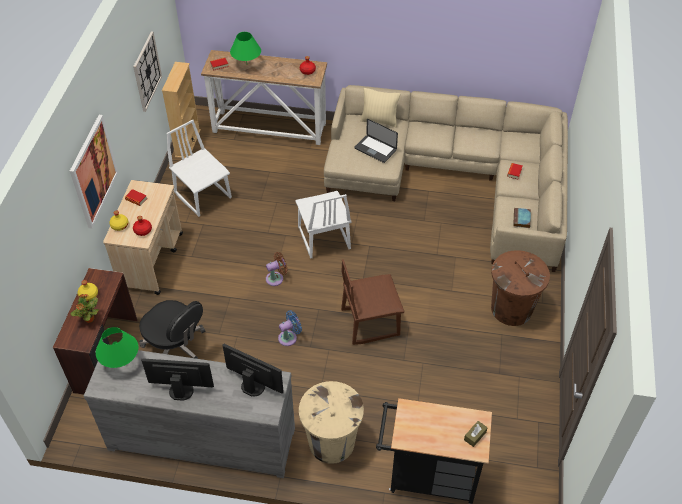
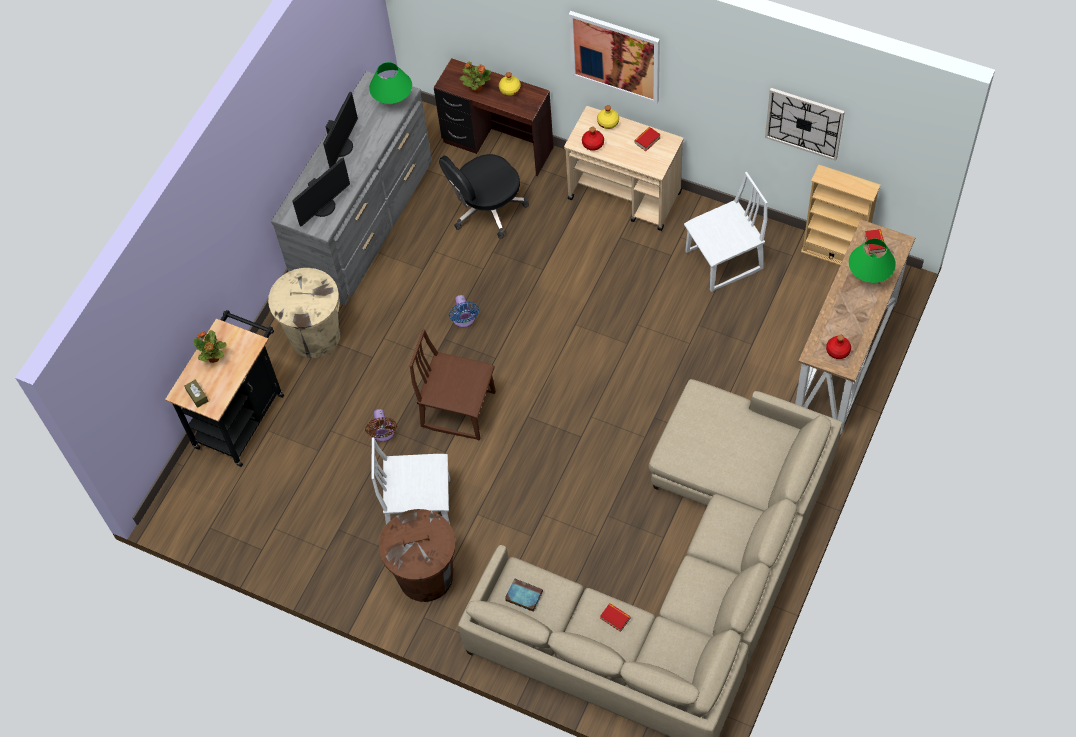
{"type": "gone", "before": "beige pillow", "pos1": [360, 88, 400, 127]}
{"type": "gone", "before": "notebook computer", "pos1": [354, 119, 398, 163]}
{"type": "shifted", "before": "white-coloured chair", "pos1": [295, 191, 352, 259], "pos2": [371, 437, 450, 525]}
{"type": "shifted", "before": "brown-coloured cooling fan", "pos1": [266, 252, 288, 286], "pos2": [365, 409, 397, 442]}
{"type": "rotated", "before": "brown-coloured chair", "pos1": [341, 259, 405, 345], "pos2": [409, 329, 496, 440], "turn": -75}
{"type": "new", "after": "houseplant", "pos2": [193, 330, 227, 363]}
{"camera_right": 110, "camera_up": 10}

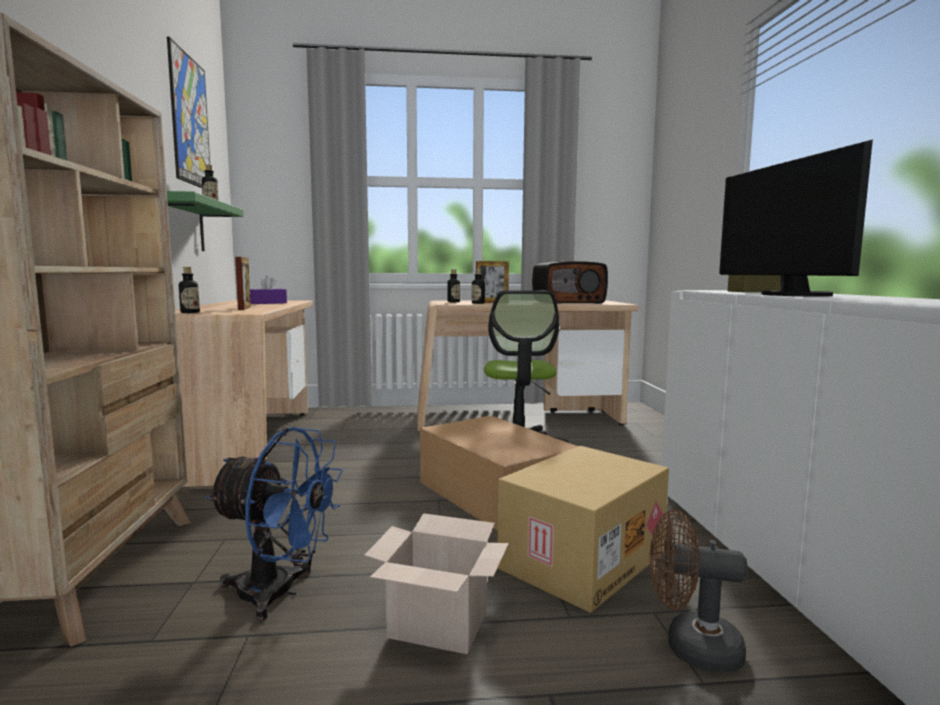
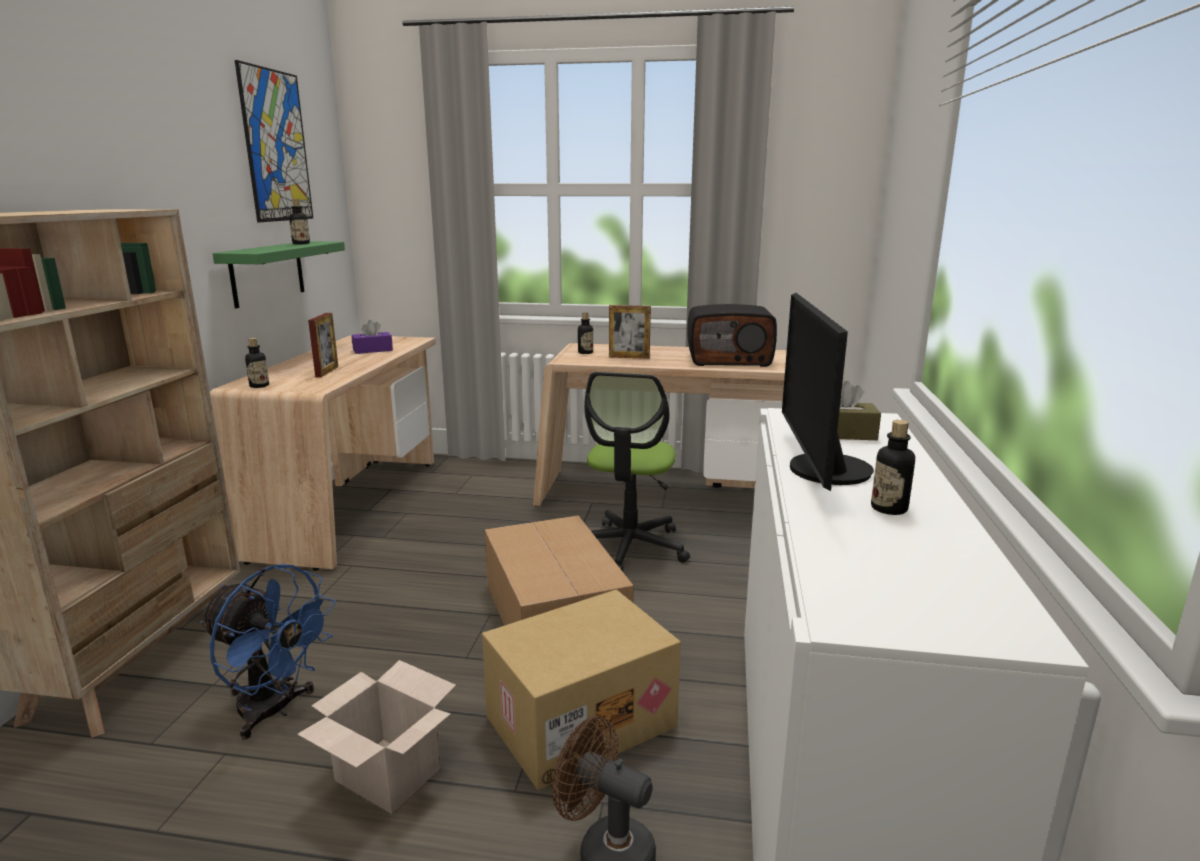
{"type": "shifted", "before": "beverage bottle", "pos1": [472, 269, 485, 304], "pos2": [871, 420, 915, 515]}
{"camera_right": 15, "camera_up": 10}

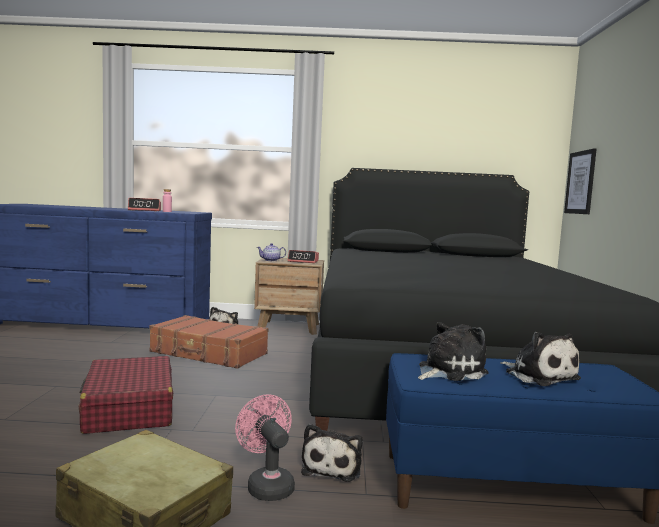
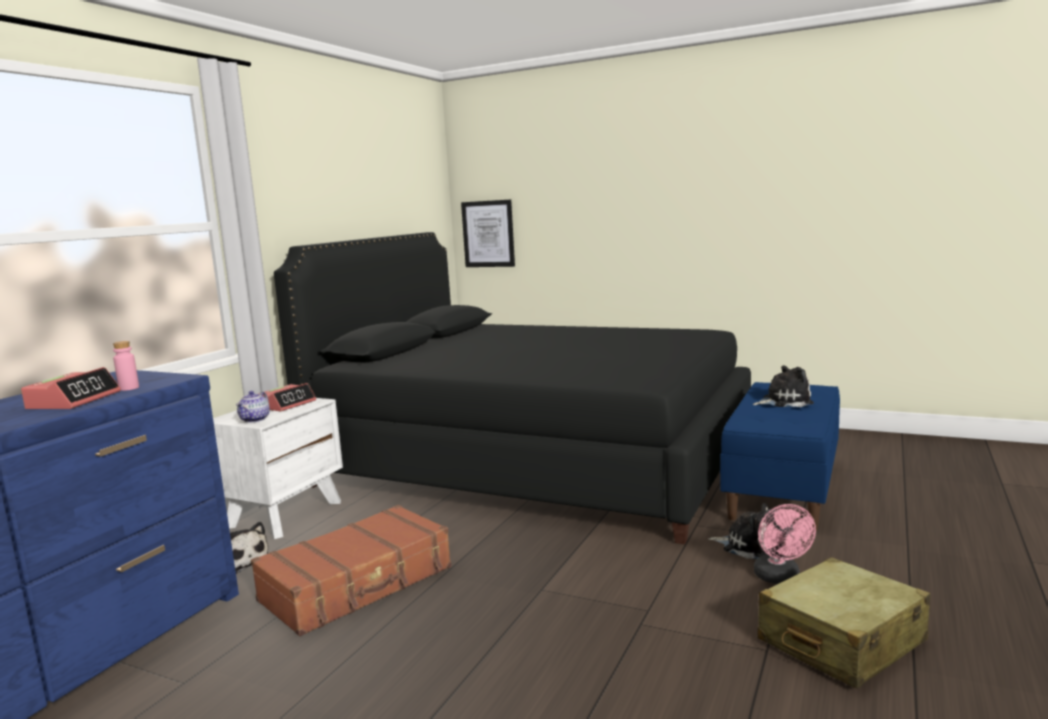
{"type": "repainted", "before": "brown-coloured bedside table", "after": "white-coloured bedside table", "pos1": [254, 258, 324, 335], "pos2": [213, 398, 343, 539]}
{"type": "gone", "before": "plush toy", "pos1": [418, 322, 489, 381]}
{"type": "gone", "before": "red suitcase", "pos1": [78, 356, 173, 434]}
{"type": "rotated", "before": "pink cooling fan", "pos1": [235, 394, 295, 501], "pos2": [754, 504, 816, 584], "turn": -90}
{"camera_right": -65, "camera_up": 5}

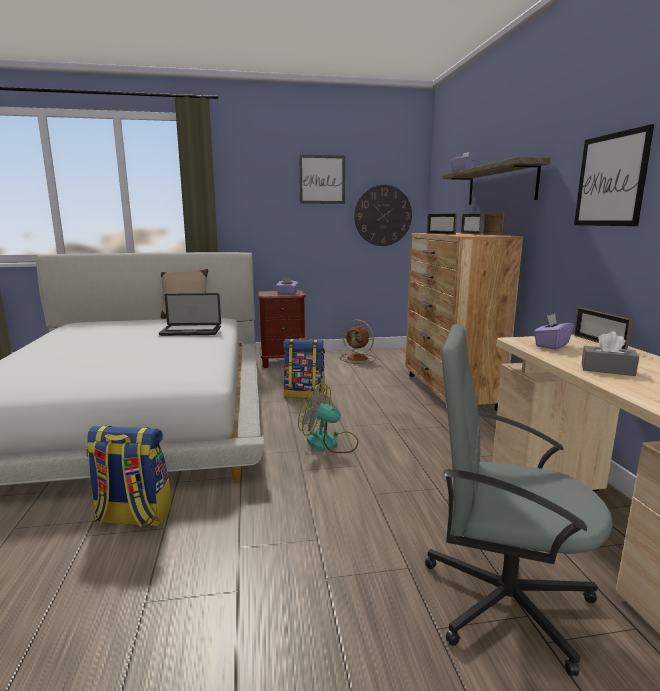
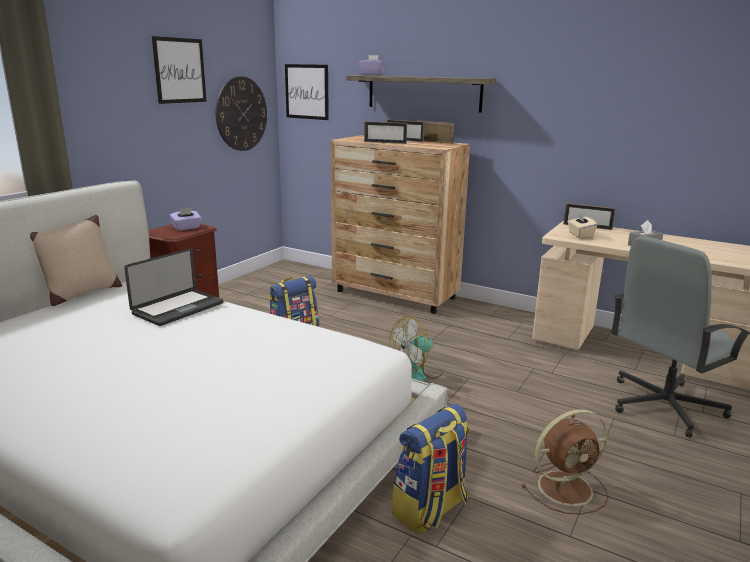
{"type": "shifted", "before": "wall art", "pos1": [574, 124, 654, 226], "pos2": [285, 64, 329, 120]}
{"type": "repainted", "before": "purple-coloured tissue holder", "after": "beige tissue holder", "pos1": [534, 314, 574, 350], "pos2": [568, 212, 597, 239]}
{"type": "shifted", "before": "brown-coloured cooling fan", "pos1": [340, 320, 376, 364], "pos2": [521, 409, 608, 514]}
{"camera_right": -50, "camera_up": 5}

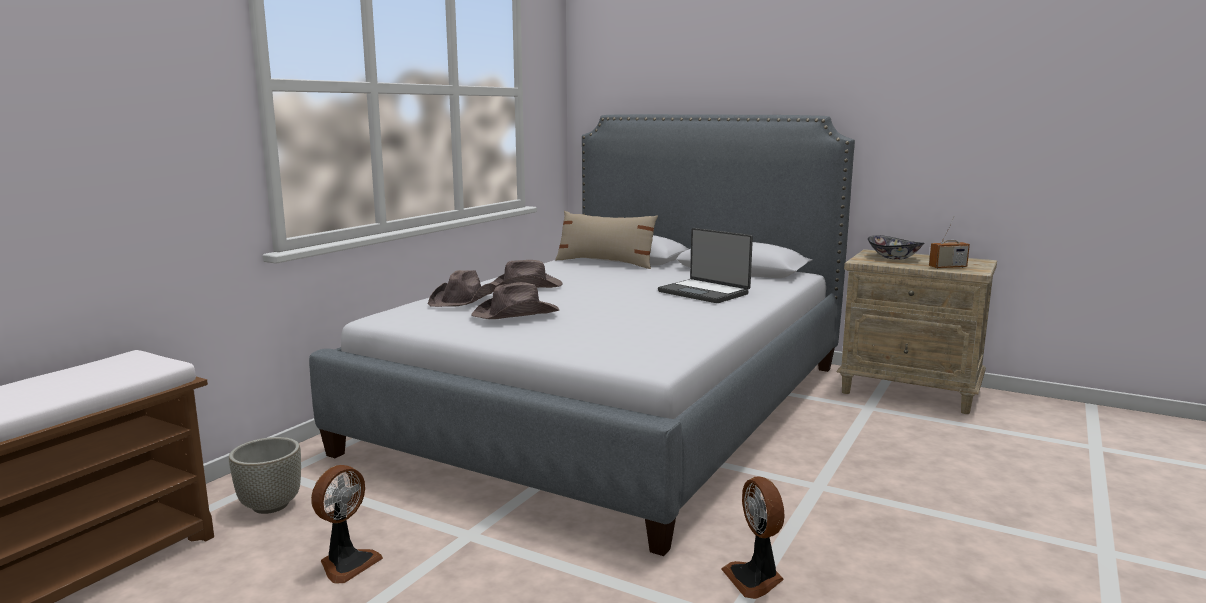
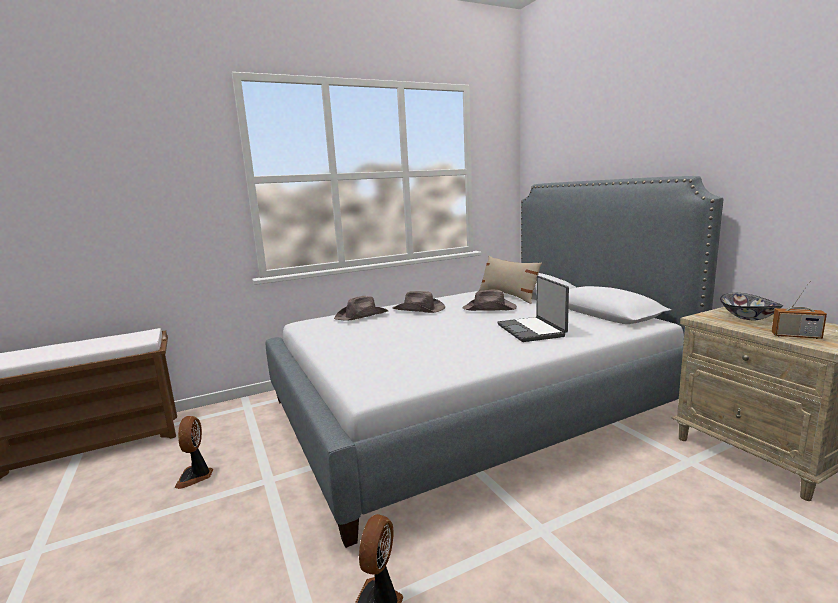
{"type": "shifted", "before": "brown-coloured hat", "pos1": [471, 282, 559, 319], "pos2": [462, 290, 517, 311]}
{"type": "gone", "before": "greyish flower pot", "pos1": [229, 437, 301, 514]}
{"type": "rotated", "before": "cooling fan", "pos1": [311, 465, 383, 583], "pos2": [174, 416, 213, 489], "turn": 105}
{"camera_right": 35, "camera_up": 0}

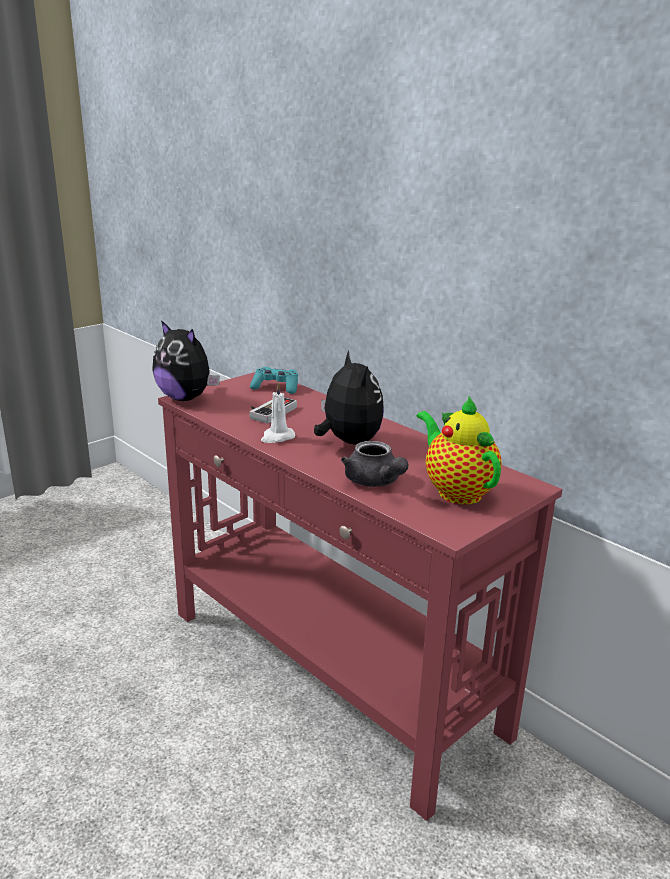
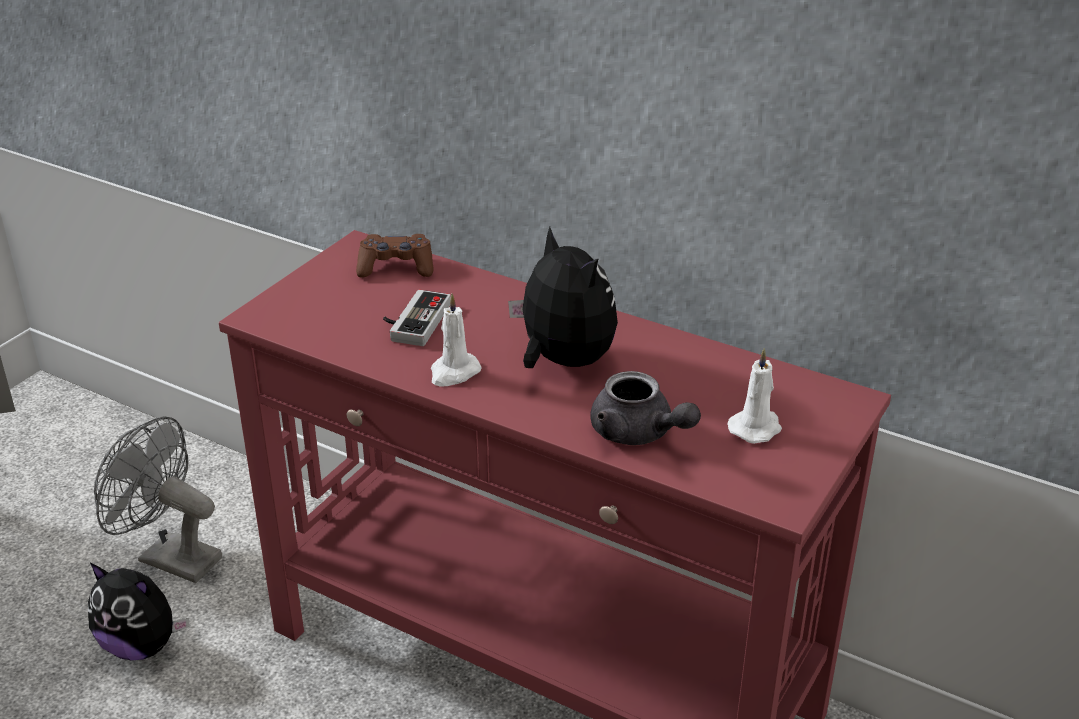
{"type": "shifted", "before": "plush toy", "pos1": [152, 320, 220, 401], "pos2": [88, 563, 189, 660]}
{"type": "repainted", "before": "blue-green joypad", "after": "brown-coloured joypad", "pos1": [250, 367, 298, 394], "pos2": [356, 234, 434, 278]}
{"type": "swapped", "before": "tea pot", "after": "white-coloured candle", "pos1": [417, 396, 502, 505], "pos2": [727, 348, 782, 444]}
{"type": "new", "after": "greyish cooling fan", "pos2": [94, 416, 222, 583]}
{"camera_right": -15, "camera_up": 10}

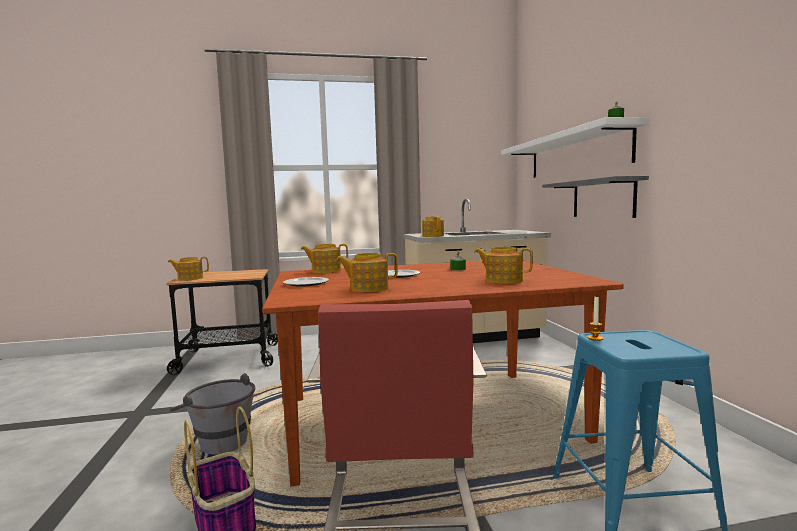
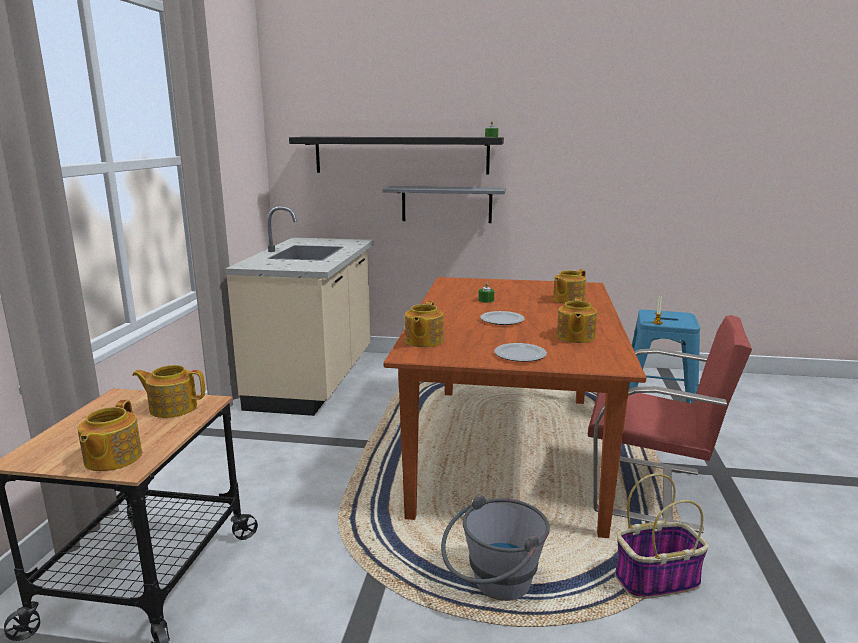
{"type": "repainted", "before": "white-coloured shelf", "after": "black-coloured shelf", "pos1": [501, 117, 648, 178], "pos2": [289, 137, 504, 175]}
{"type": "shifted", "before": "tea pot", "pos1": [422, 216, 444, 237], "pos2": [132, 365, 205, 418]}
{"camera_right": -70, "camera_up": 10}

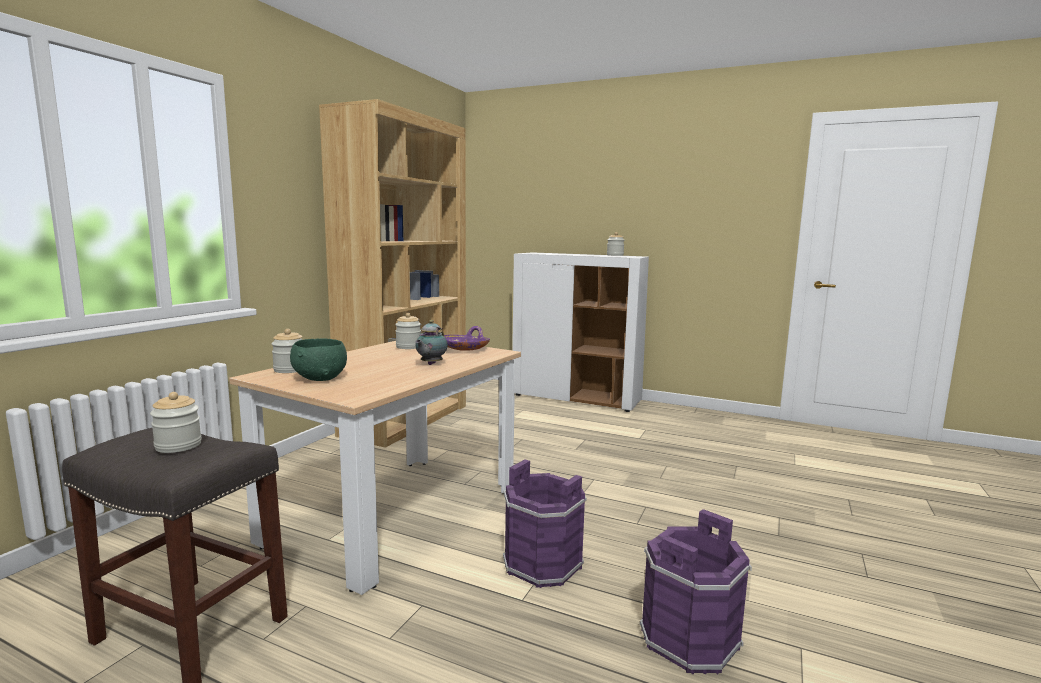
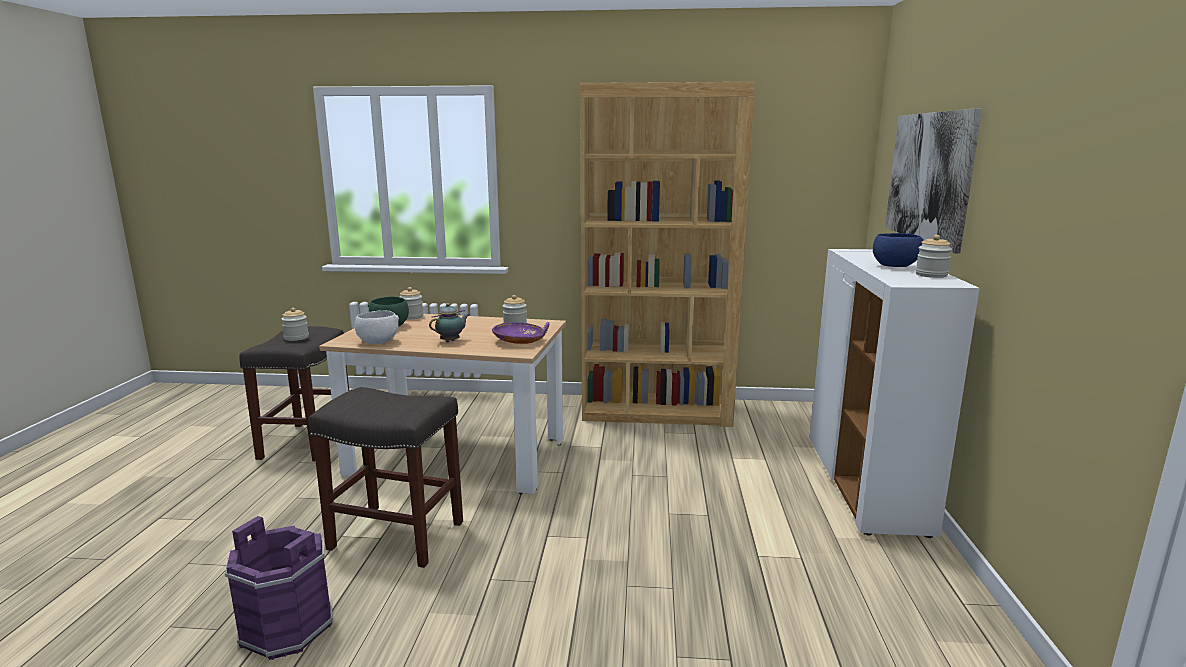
{"type": "rotated", "before": "tea pot", "pos1": [415, 320, 448, 365], "pos2": [429, 303, 470, 342], "turn": 135}
{"type": "swapped", "before": "purple-coloured water bucket", "after": "greyish stool seat", "pos1": [503, 459, 586, 588], "pos2": [308, 387, 463, 568]}
{"type": "new", "after": "wall art", "pos2": [885, 108, 983, 253]}
{"type": "new", "after": "blue-coloured deep dish", "pos2": [873, 233, 924, 267]}
{"type": "new", "after": "white-coloured deep dish", "pos2": [355, 310, 399, 344]}
{"camera_right": 70, "camera_up": 5}

